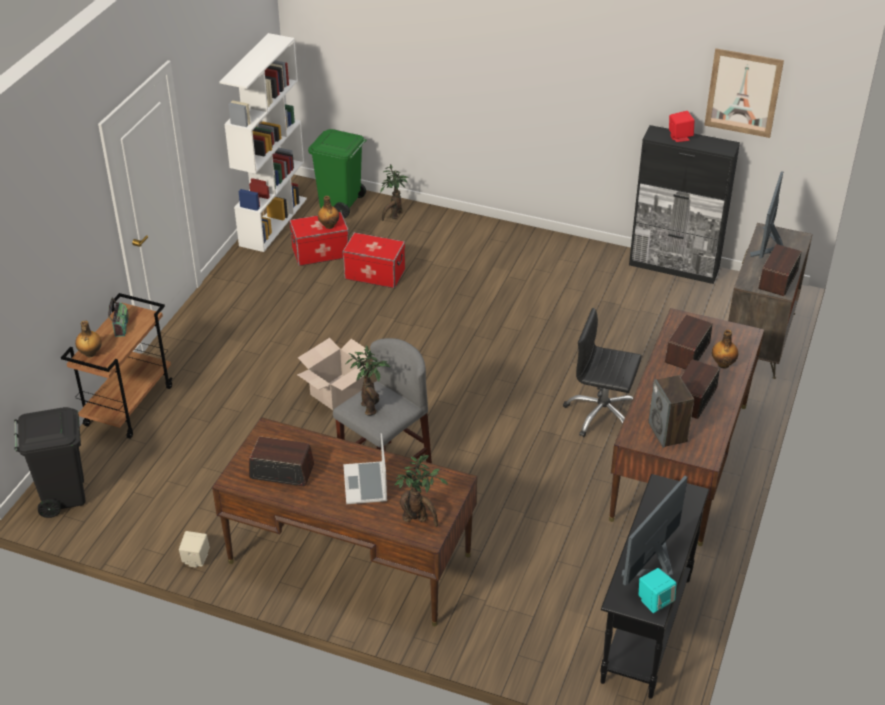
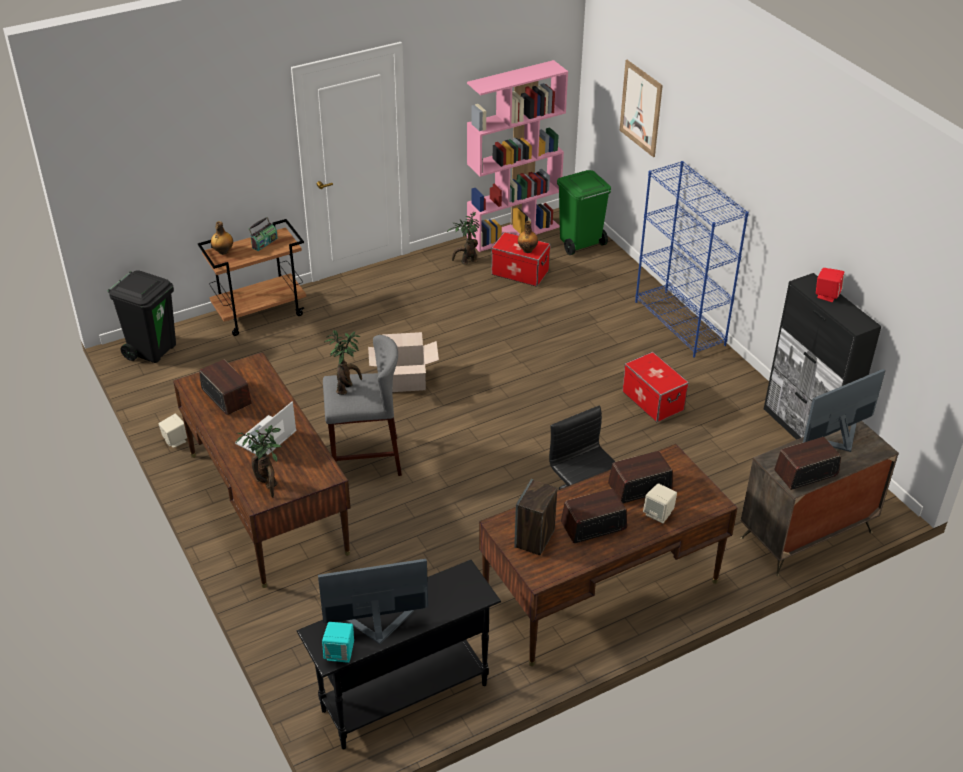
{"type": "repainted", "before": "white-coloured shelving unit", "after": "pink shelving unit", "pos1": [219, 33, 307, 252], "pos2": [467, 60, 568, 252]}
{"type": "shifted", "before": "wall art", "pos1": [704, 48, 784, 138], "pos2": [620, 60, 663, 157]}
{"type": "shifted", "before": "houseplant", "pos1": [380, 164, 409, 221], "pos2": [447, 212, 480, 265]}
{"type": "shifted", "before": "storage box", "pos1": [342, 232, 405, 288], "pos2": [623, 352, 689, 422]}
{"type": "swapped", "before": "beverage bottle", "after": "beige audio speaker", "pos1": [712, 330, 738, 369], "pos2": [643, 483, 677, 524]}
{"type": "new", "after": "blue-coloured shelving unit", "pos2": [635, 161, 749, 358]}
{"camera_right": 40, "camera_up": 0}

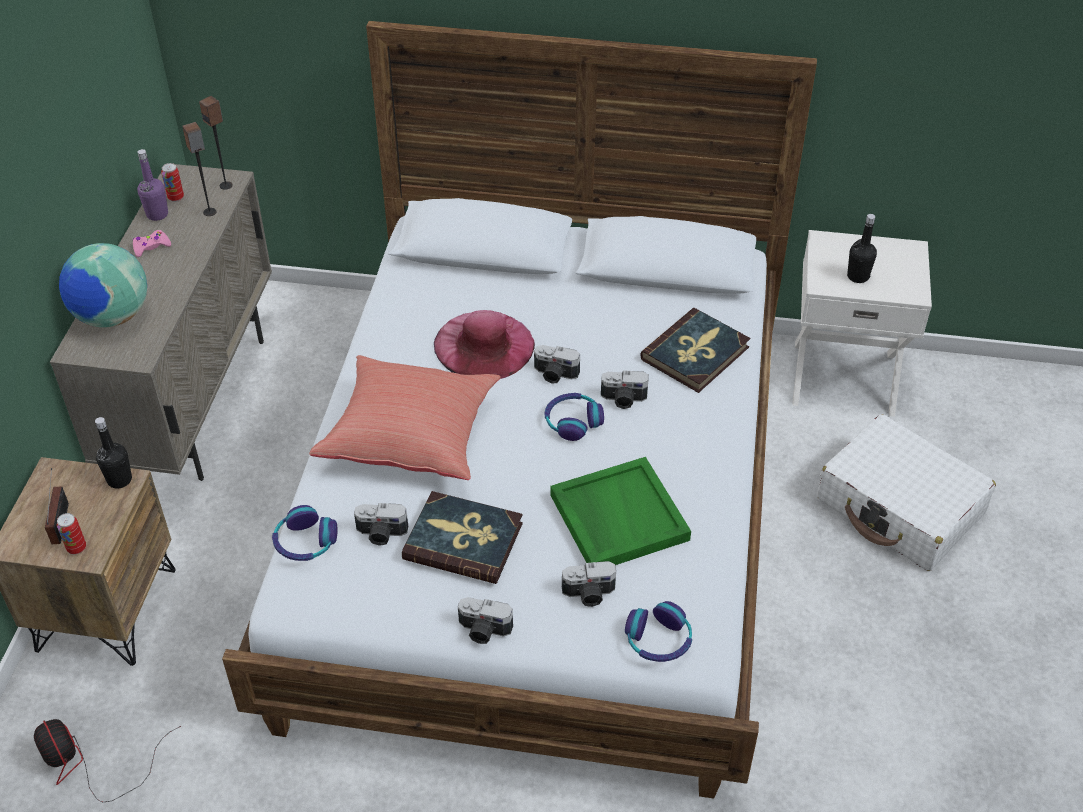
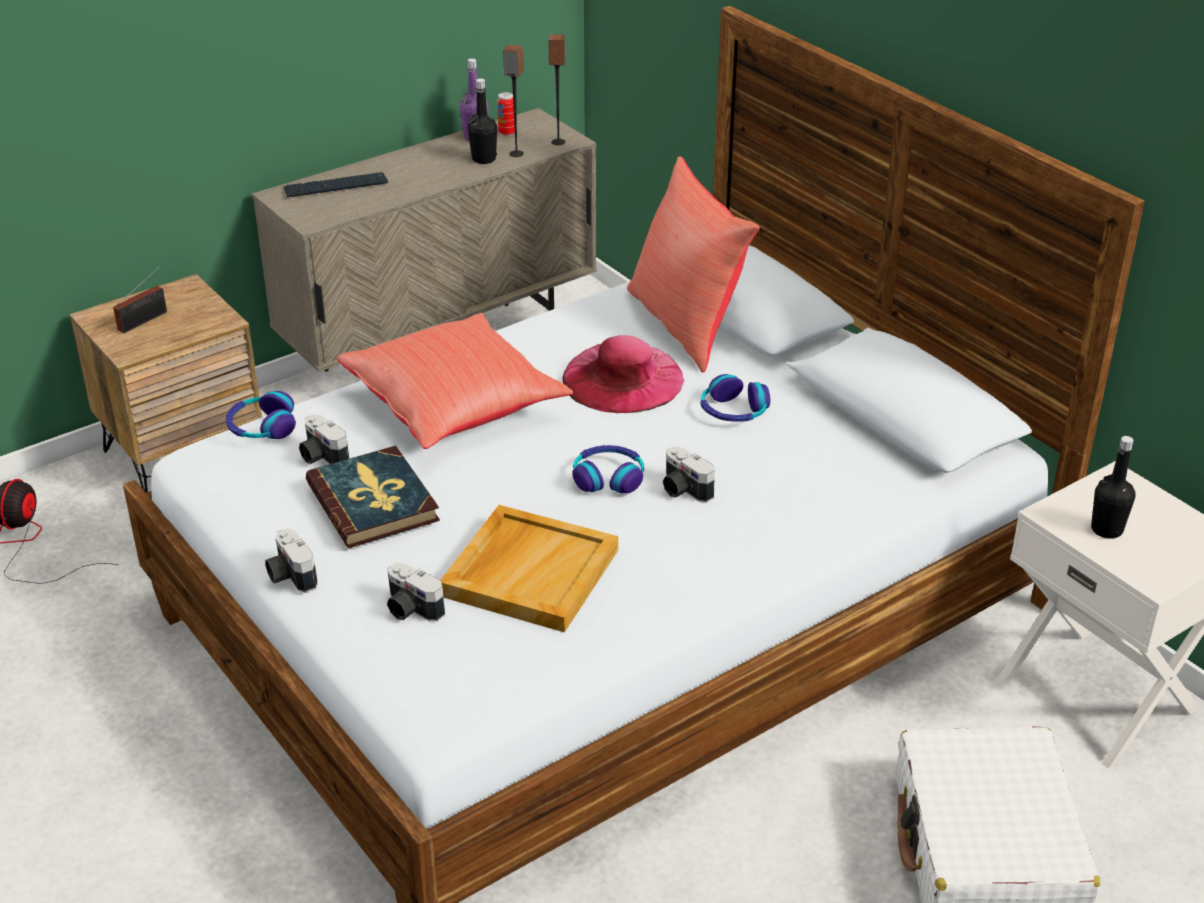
{"type": "gone", "before": "pink joypad", "pos1": [133, 230, 171, 257]}
{"type": "swapped", "before": "globe", "after": "PC keyboard", "pos1": [59, 243, 147, 328], "pos2": [283, 172, 388, 197]}
{"type": "gone", "before": "volume", "pos1": [640, 308, 750, 393]}
{"type": "gone", "before": "still camera", "pos1": [534, 345, 580, 384]}
{"type": "shifted", "before": "black-coloured beverage bottle", "pos1": [95, 417, 132, 489], "pos2": [468, 78, 497, 164]}
{"type": "repainted", "before": "green tray", "after": "beige tray", "pos1": [550, 457, 691, 565], "pos2": [441, 505, 618, 633]}
{"type": "gone", "before": "sealed can", "pos1": [57, 513, 86, 554]}
{"type": "shifted", "before": "pair of headphones", "pos1": [625, 601, 692, 662], "pos2": [700, 374, 770, 422]}
{"type": "new", "after": "red pillow", "pos2": [627, 156, 760, 372]}
{"camera_right": 45, "camera_up": -10}

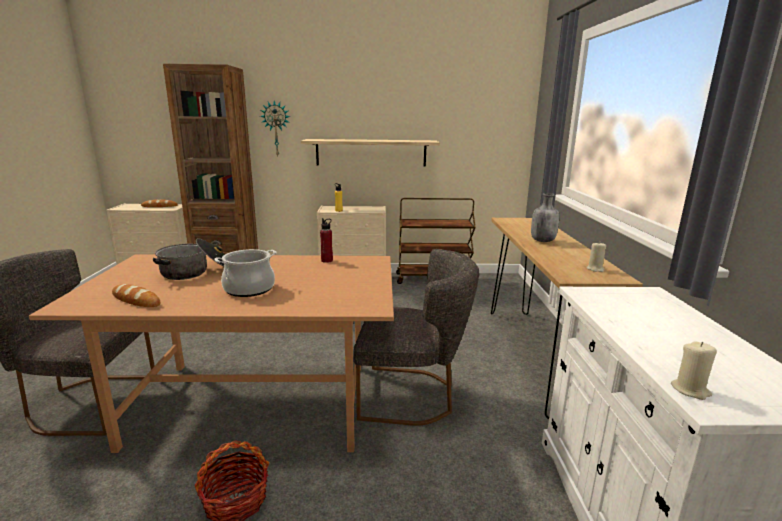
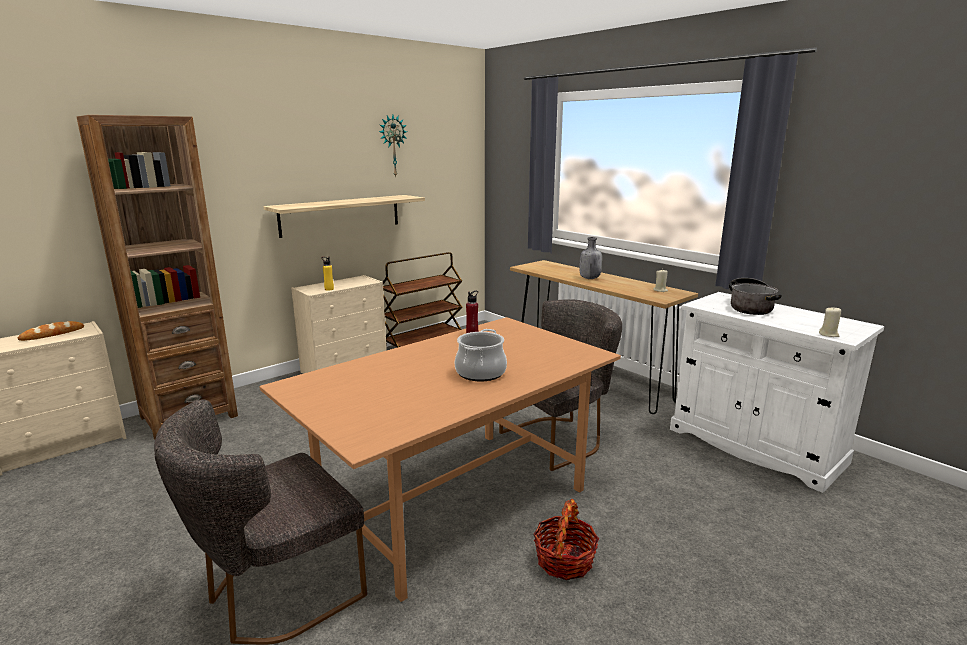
{"type": "shifted", "before": "hanging clock", "pos1": [260, 101, 290, 156], "pos2": [379, 115, 407, 178]}
{"type": "shifted", "before": "saucepot", "pos1": [153, 238, 225, 280], "pos2": [729, 278, 782, 315]}
{"type": "gone", "before": "bread", "pos1": [112, 284, 161, 307]}
{"camera_right": -40, "camera_up": 0}

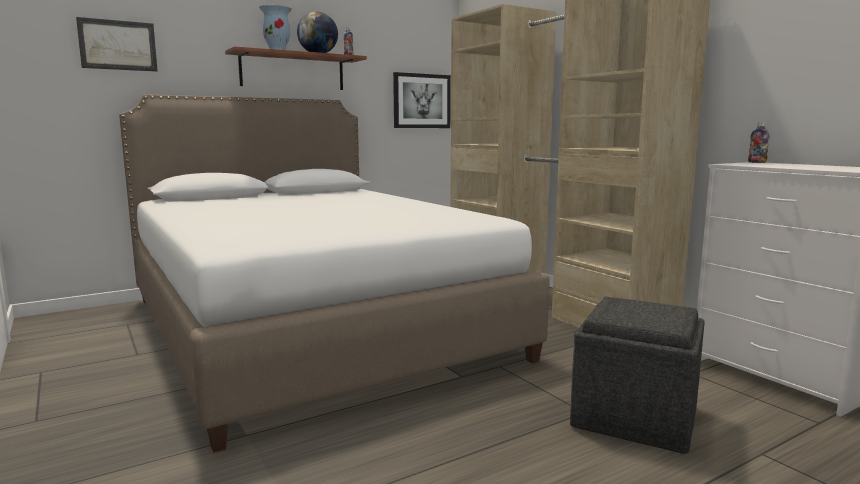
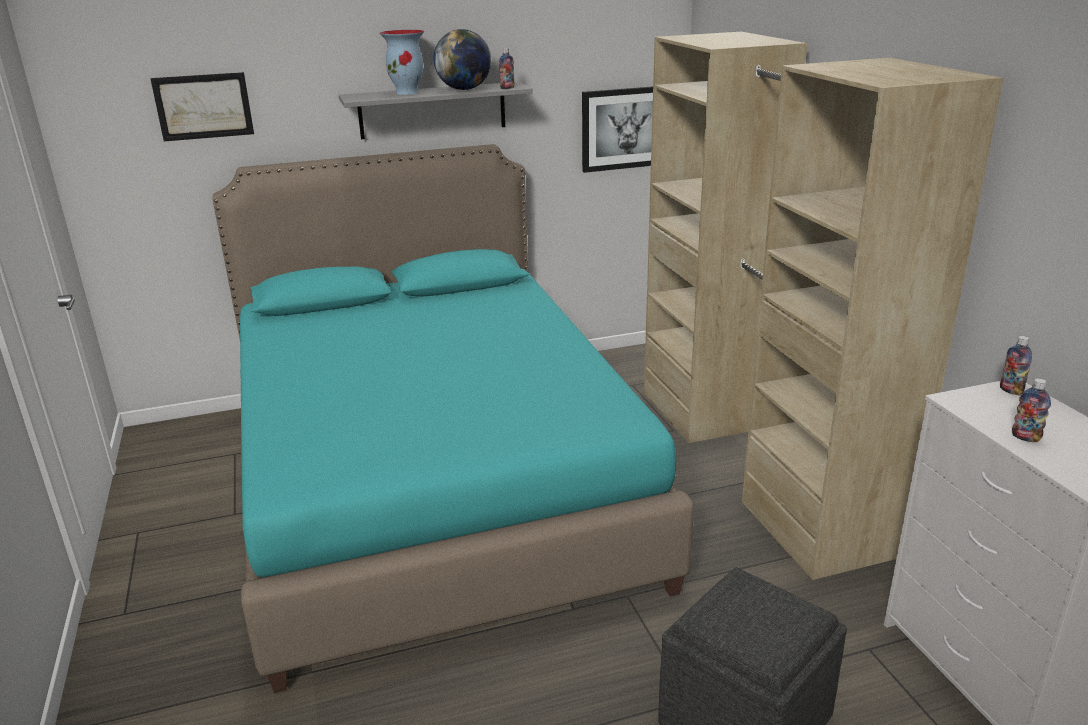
{"type": "repainted", "before": "brown-coloured shelf", "after": "greyish shelf", "pos1": [225, 46, 367, 90], "pos2": [339, 82, 533, 139]}
{"type": "repainted", "before": "white-coloured bedroom bed", "after": "blue-green bedroom bed", "pos1": [119, 94, 550, 453], "pos2": [212, 144, 694, 693]}
{"type": "new", "after": "beverage bottle", "pos2": [1012, 378, 1051, 442]}
{"camera_right": 15, "camera_up": 15}

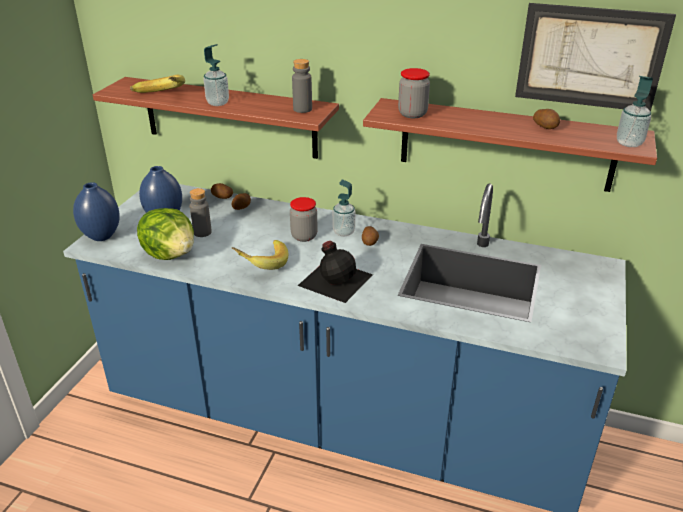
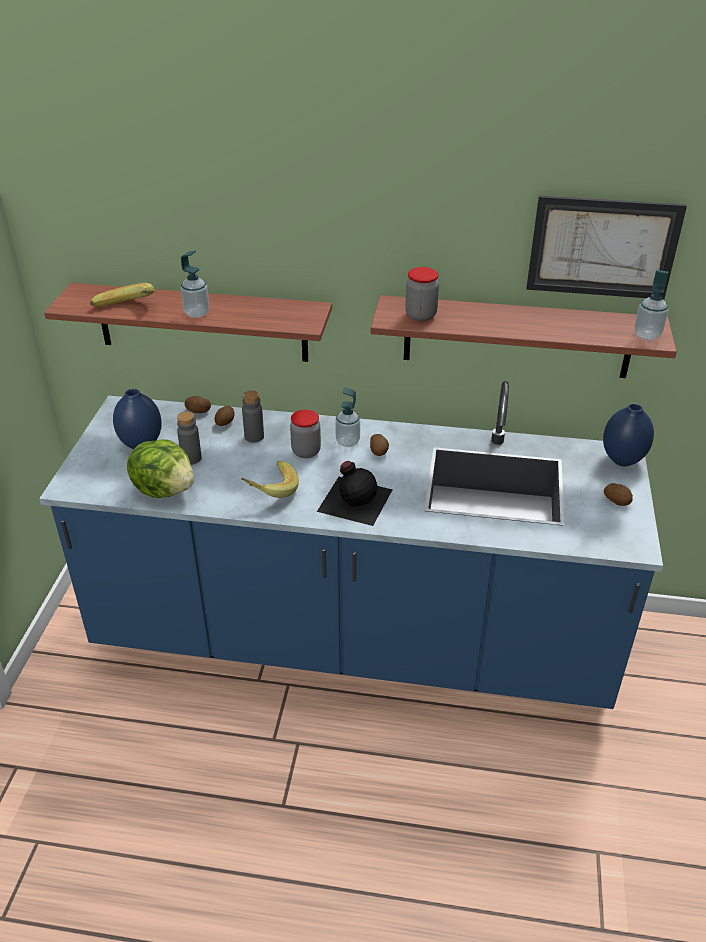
{"type": "shifted", "before": "greyish beverage bottle", "pos1": [292, 59, 312, 113], "pos2": [242, 391, 264, 443]}
{"type": "shifted", "before": "potato", "pos1": [533, 109, 560, 129], "pos2": [604, 483, 633, 506]}
{"type": "shifted", "before": "blue-coloured vase", "pos1": [73, 182, 120, 241], "pos2": [603, 403, 654, 466]}
{"camera_right": -10, "camera_up": 5}

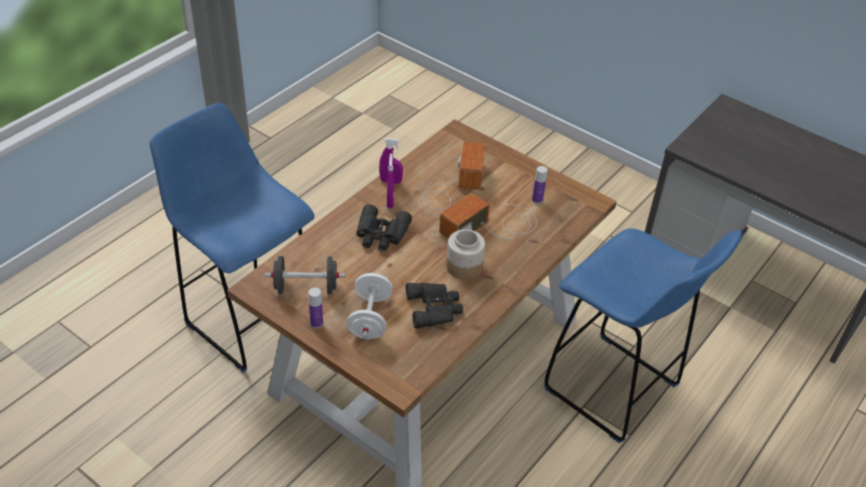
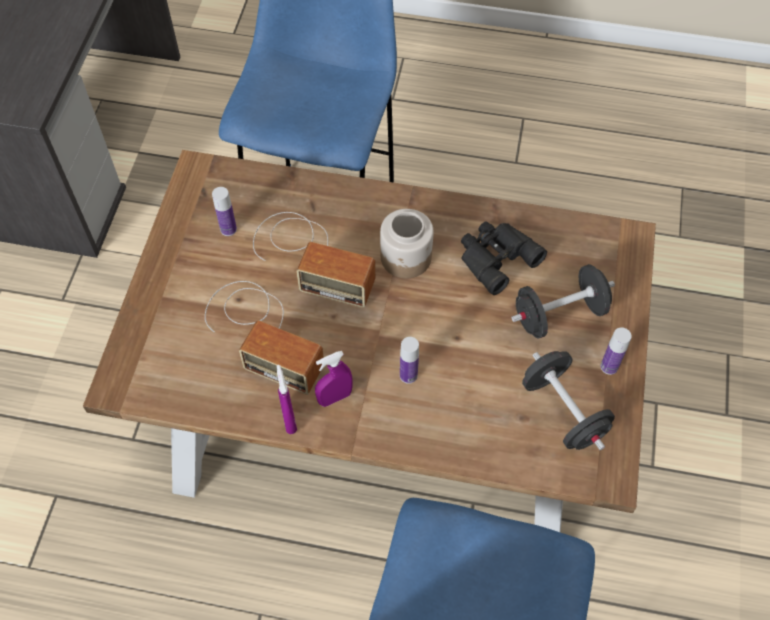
{"type": "rotated", "before": "radio set", "pos1": [419, 142, 485, 217], "pos2": [205, 281, 324, 395], "turn": -135}
{"type": "swapped", "before": "black-coloured pair of binoculars", "after": "beverage bottle", "pos1": [356, 204, 412, 252], "pos2": [400, 337, 419, 384]}
{"type": "repainted", "before": "white-coloured free weight", "after": "black-coloured free weight", "pos1": [347, 273, 393, 339], "pos2": [512, 264, 615, 339]}
{"camera_right": -115, "camera_up": 15}

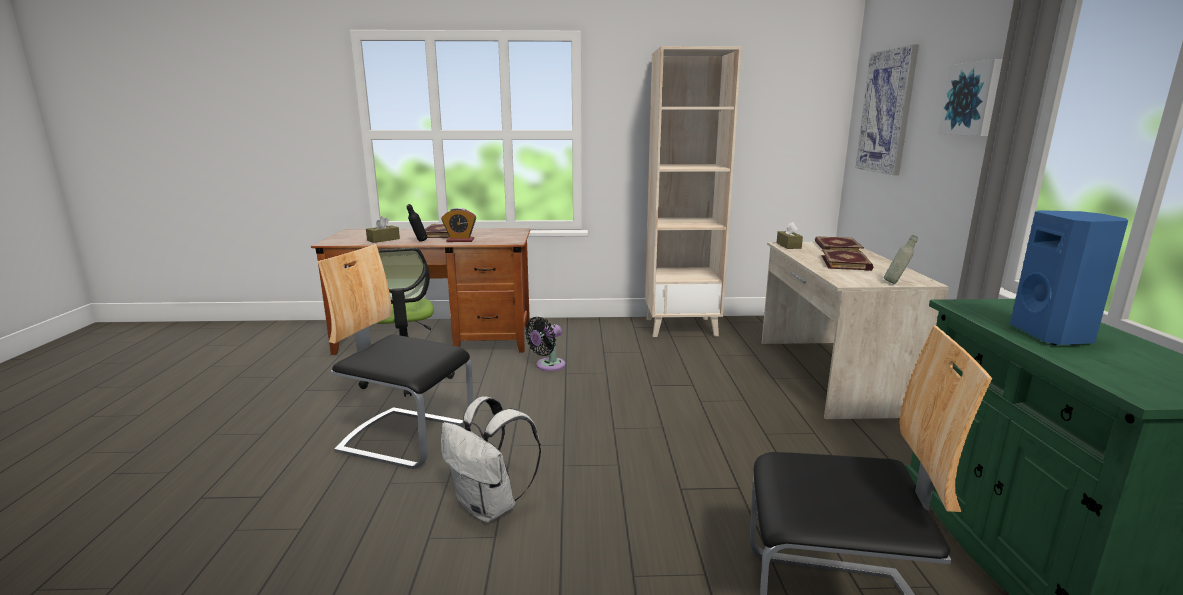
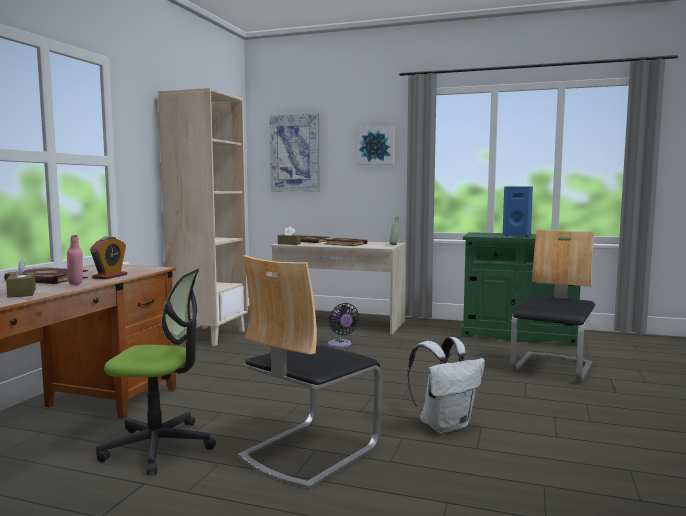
{"type": "repainted", "before": "black-coloured beverage bottle", "after": "pink beverage bottle", "pos1": [407, 204, 428, 242], "pos2": [67, 235, 83, 285]}
{"type": "shifted", "before": "black-coloured cooling fan", "pos1": [525, 317, 566, 371], "pos2": [328, 303, 359, 348]}
{"camera_right": -70, "camera_up": -10}

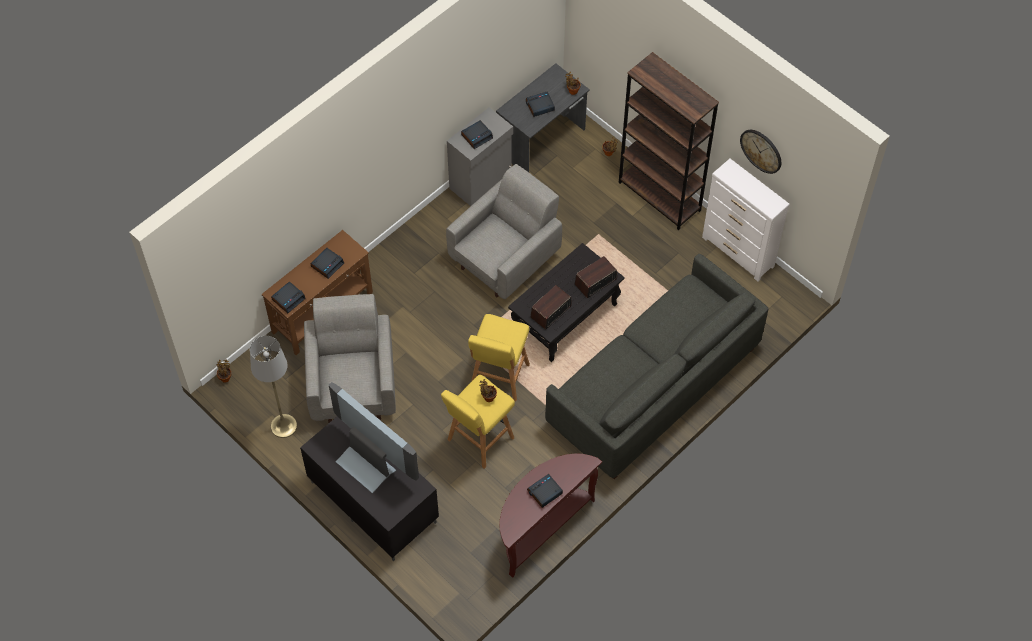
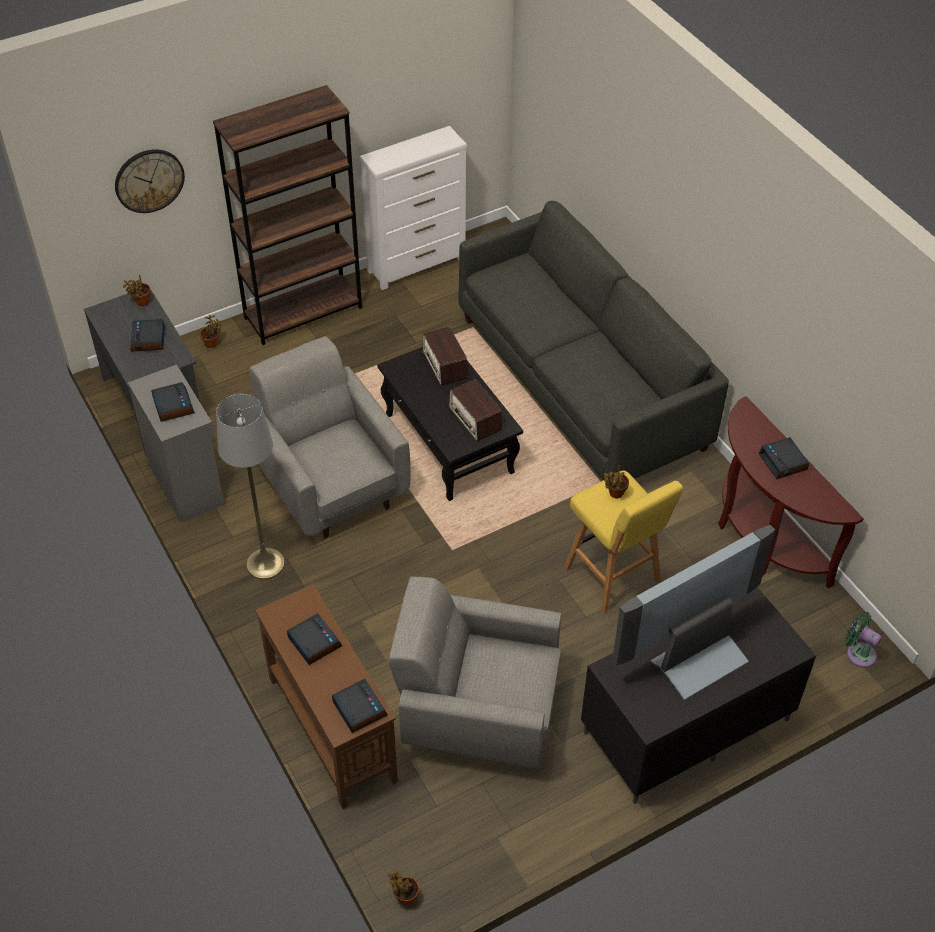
{"type": "shifted", "before": "hanging clock", "pos1": [740, 130, 781, 174], "pos2": [115, 149, 185, 213]}
{"type": "gone", "before": "yellowish stool seat", "pos1": [468, 314, 530, 401]}
{"type": "shifted", "before": "greyish floor lamp", "pos1": [250, 336, 297, 438], "pos2": [216, 394, 285, 580]}
{"type": "new", "after": "green cooling fan", "pos2": [844, 611, 882, 668]}
{"camera_right": -75, "camera_up": -10}

